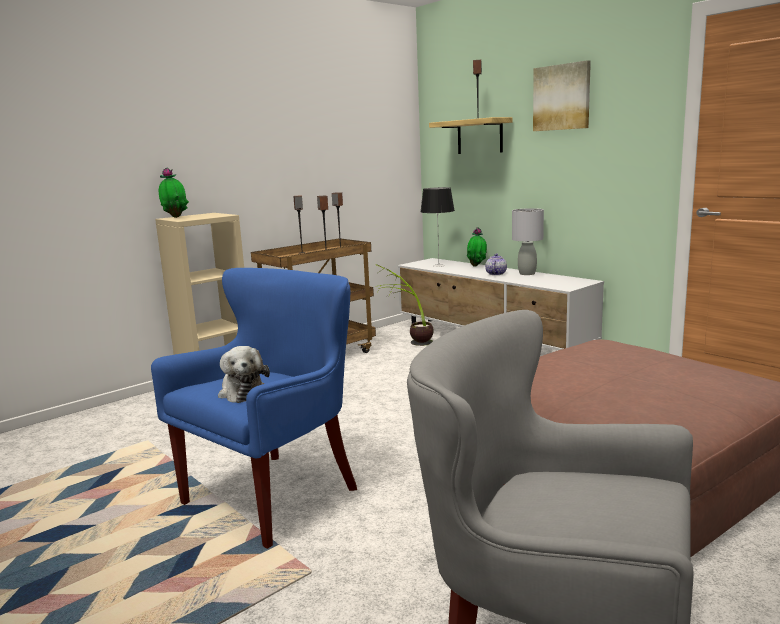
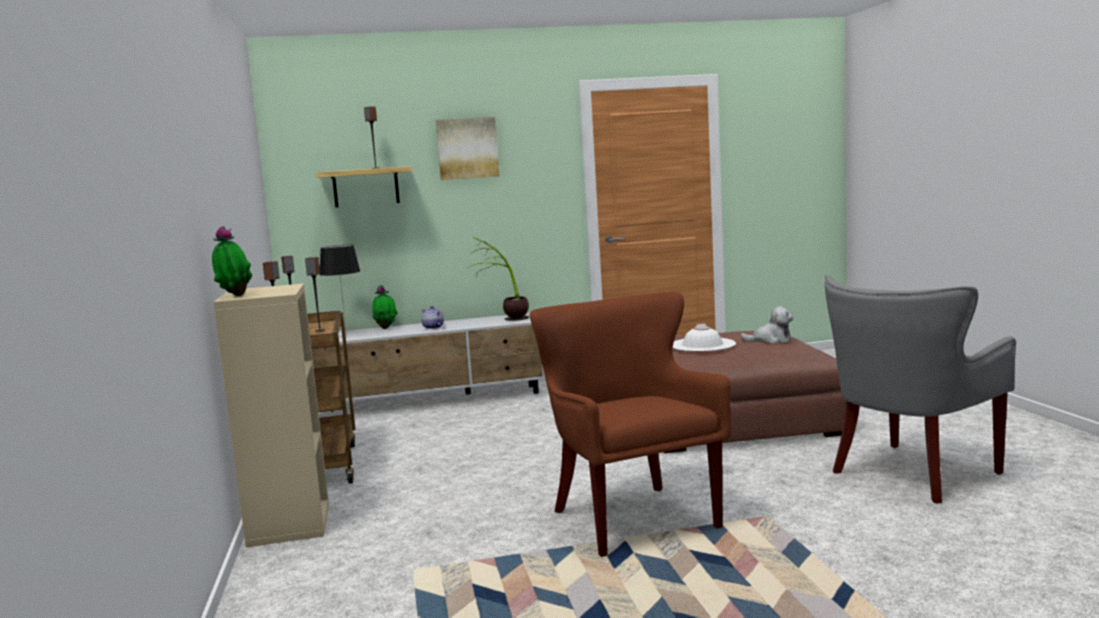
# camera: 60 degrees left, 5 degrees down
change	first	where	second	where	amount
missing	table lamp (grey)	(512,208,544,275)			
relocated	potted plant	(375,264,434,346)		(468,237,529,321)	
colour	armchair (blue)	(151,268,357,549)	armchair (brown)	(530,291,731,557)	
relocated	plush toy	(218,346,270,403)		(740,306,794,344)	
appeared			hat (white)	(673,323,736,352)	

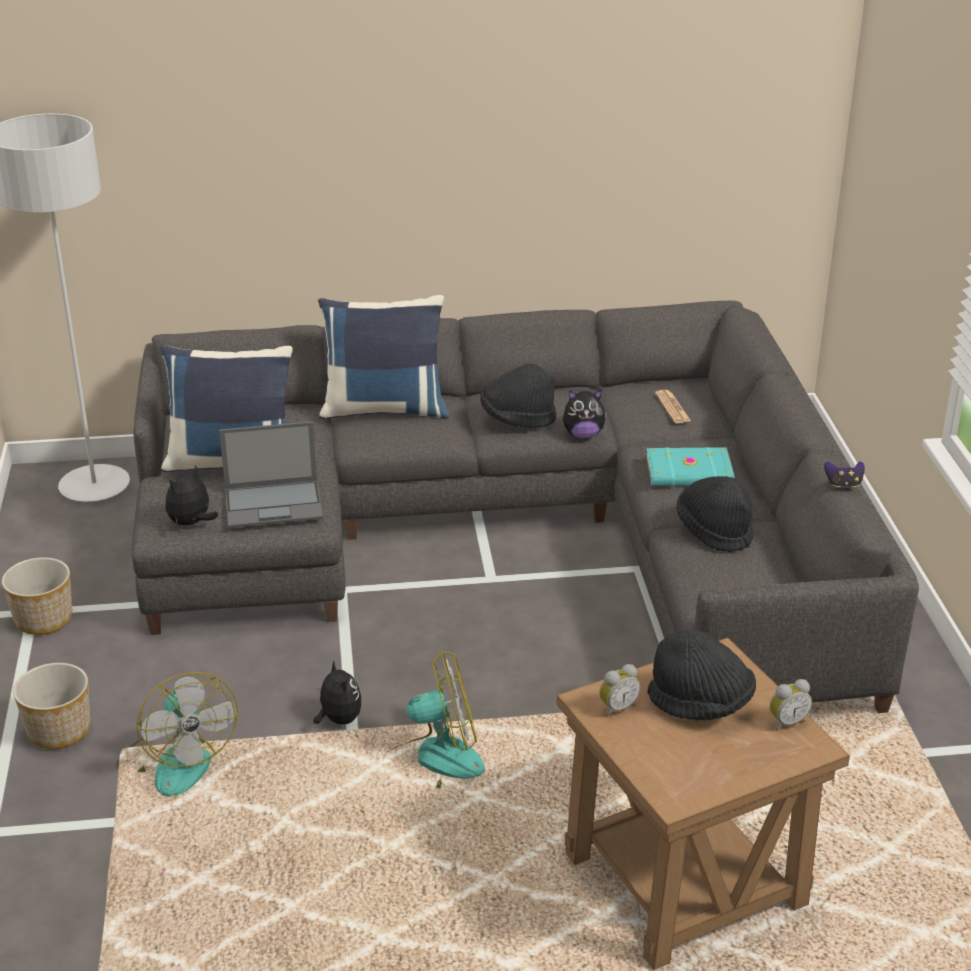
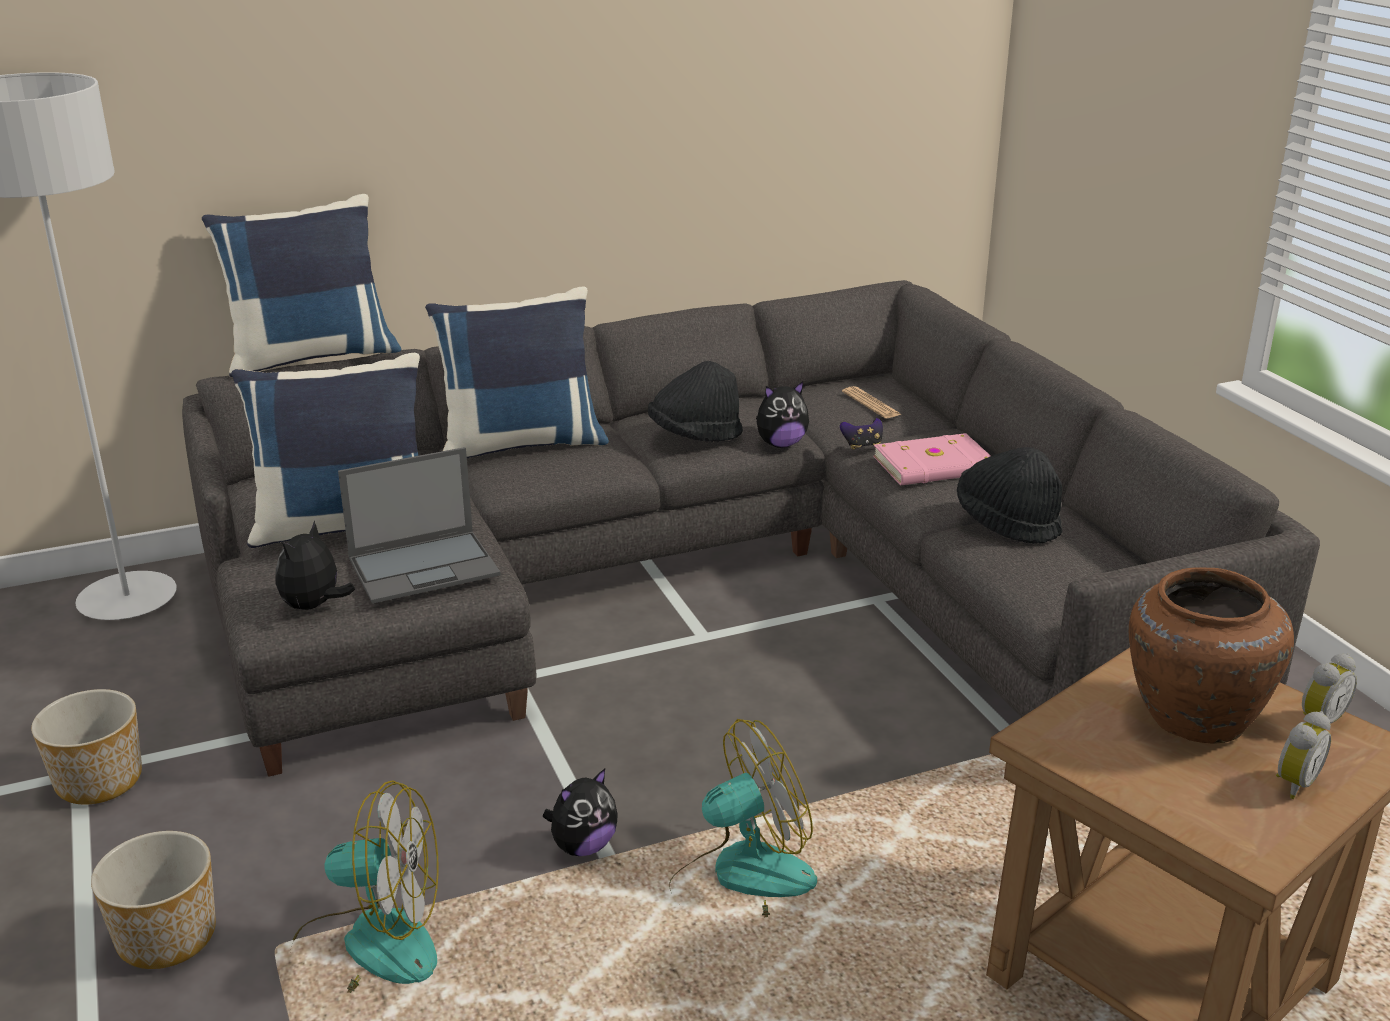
# camera: 15 degrees left, 5 degrees down
change	first	where	second	where	amount
colour	book (turquoise)	(646,447,735,487)	book (pink)	(873,433,991,485)	
relocated	game controller	(824,462,865,488)		(840,418,883,450)	
exchanged	hat (black)	(647,630,756,720)	vase (brown)	(1129,567,1294,744)	
spun	plush toy	(313,661,362,725)		(542,768,618,856)	90 degrees clockwise
relocated	alarm clock	(599,664,640,717)		(1276,711,1331,799)	
spun	fan	(116,672,238,796)		(290,780,439,993)	45 degrees counterclockwise
appeared			pillow (blue)	(202,194,401,378)	

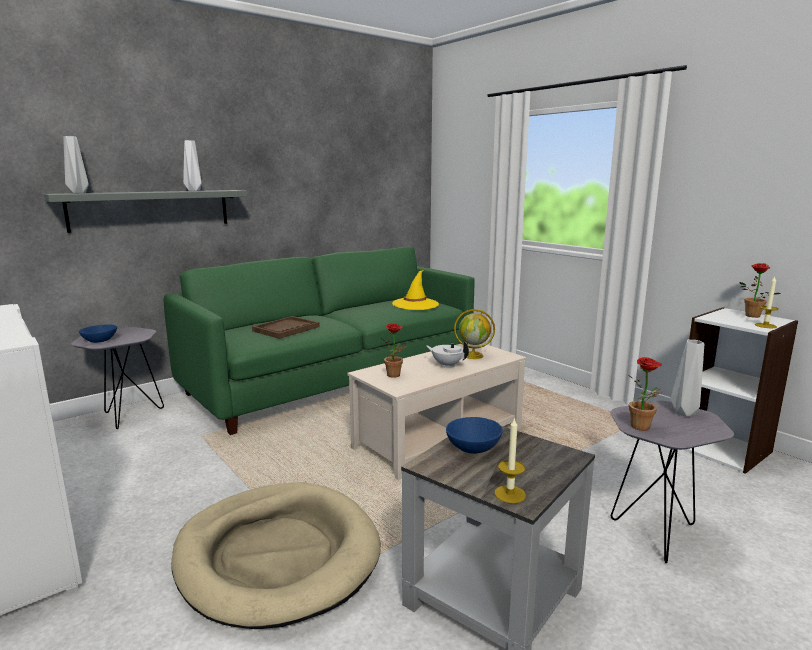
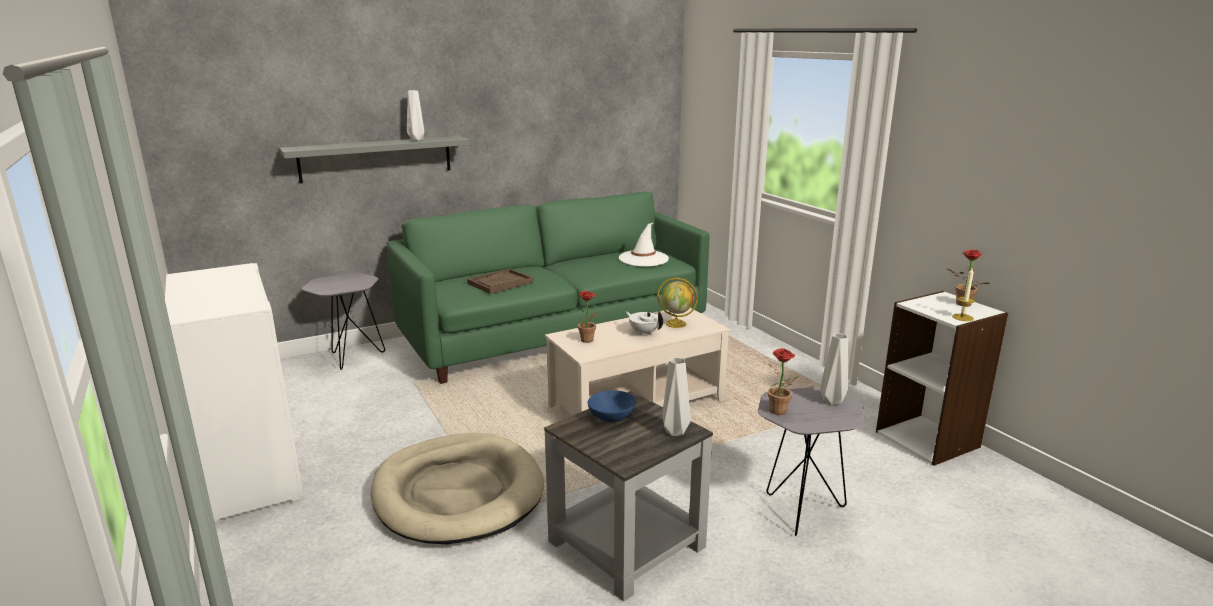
# camera: 10 degrees right, 5 degrees up
change	first	where	second	where	amount
relocated	vase (grey)	(63,136,89,193)		(662,357,691,436)	
colour	hat (yellow)	(392,270,439,310)	hat (white)	(619,223,669,267)	
missing	bowl (blue)	(79,325,117,343)			
missing	candle	(495,417,526,503)			

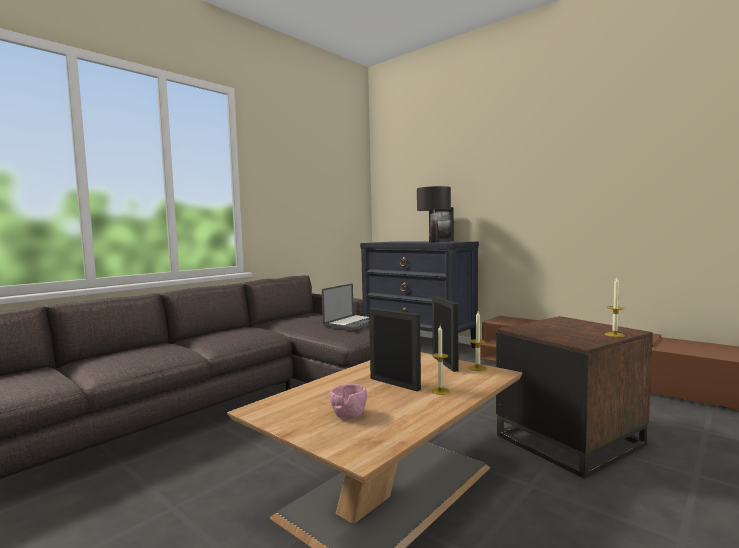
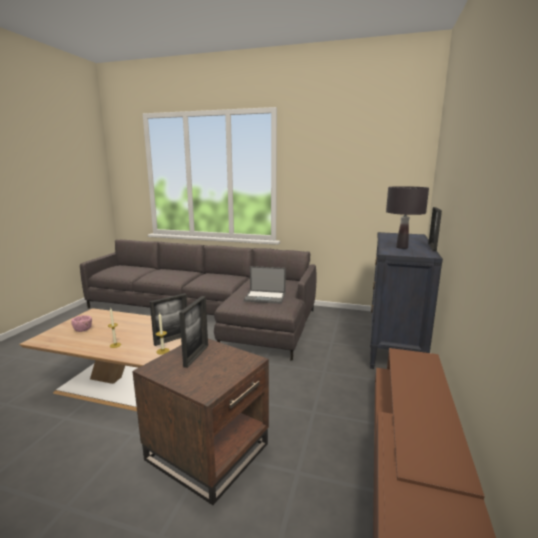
# camera: 65 degrees right, 10 degrees up
change	first	where	second	where	amount
missing	candle	(605,278,625,337)			
relocated	picture frame	(369,308,421,392)		(179,296,208,368)	

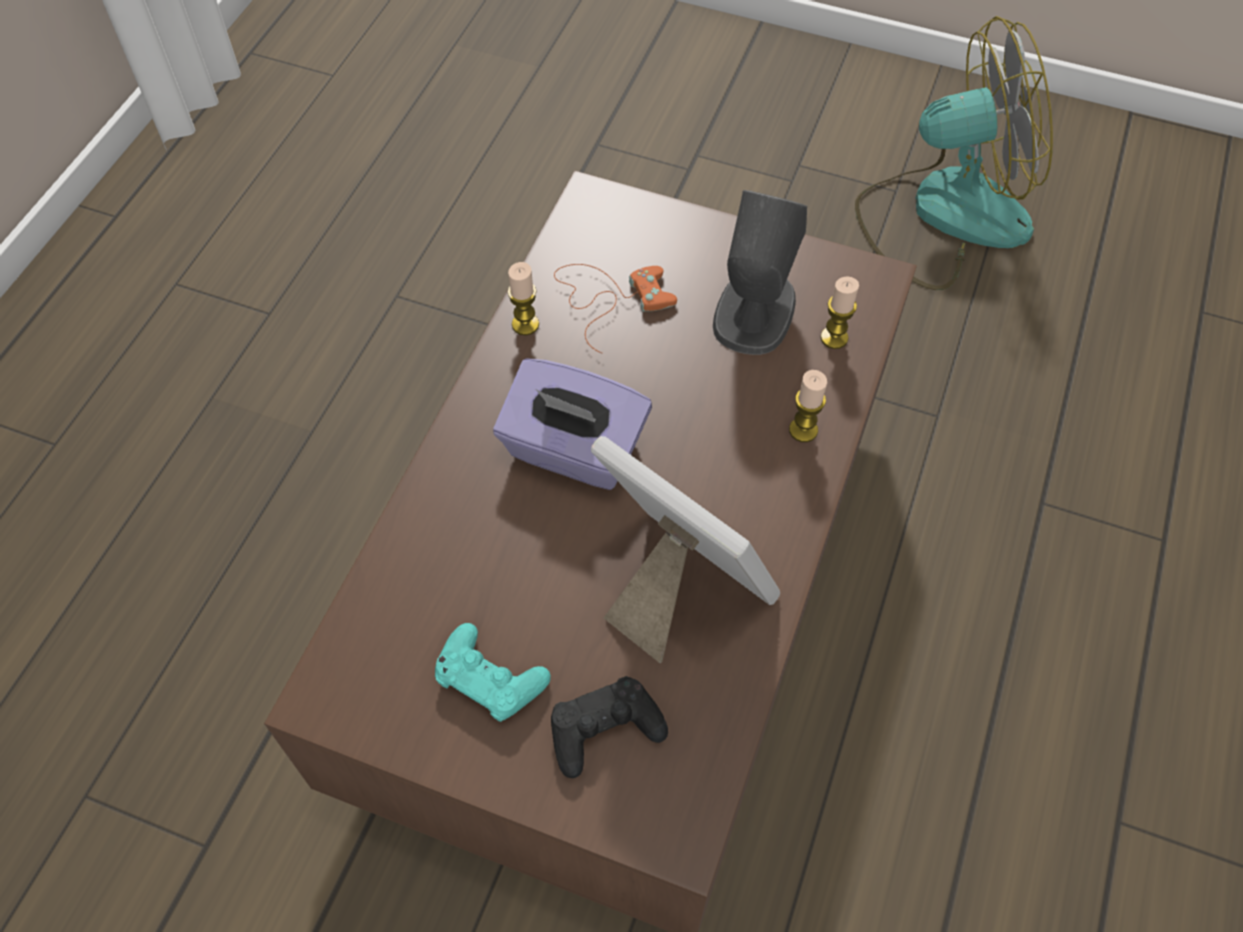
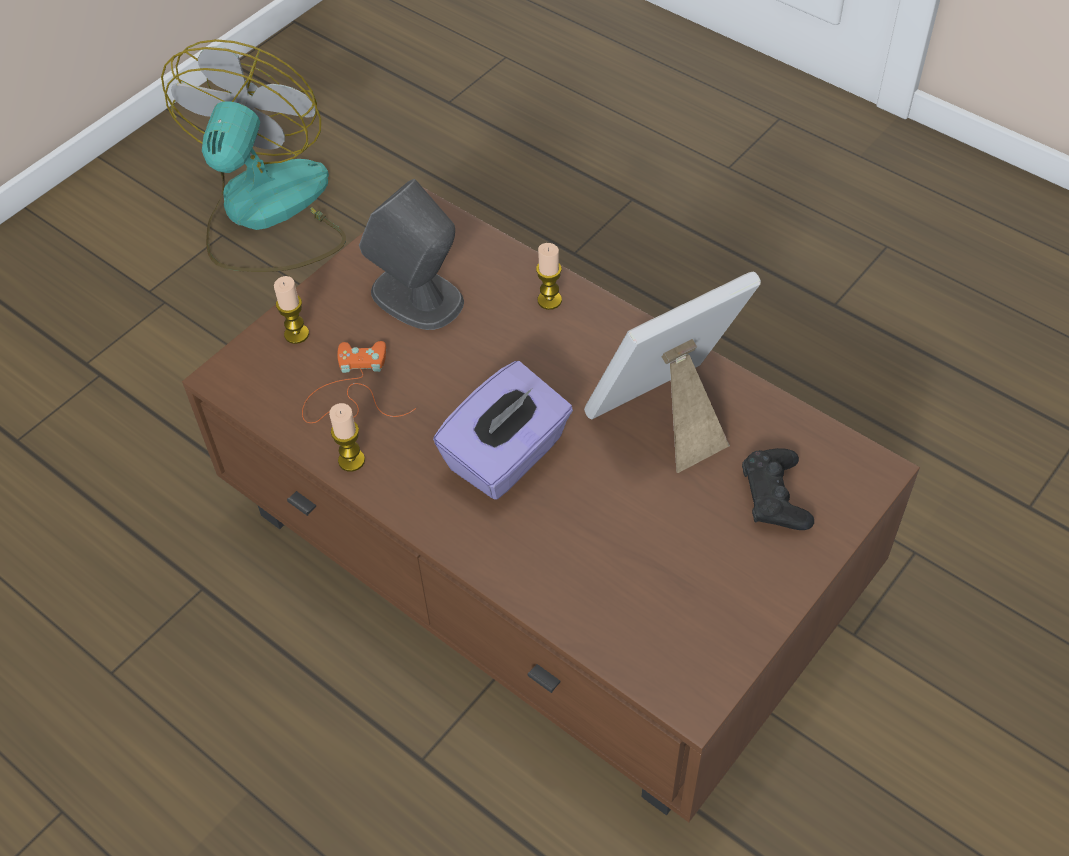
# camera: 70 degrees left, 5 degrees down
change	first	where	second	where	amount
relocated	candle	(821,276,859,349)		(274,276,309,344)	
missing	game controller (turquoise)	(435,623,551,722)			

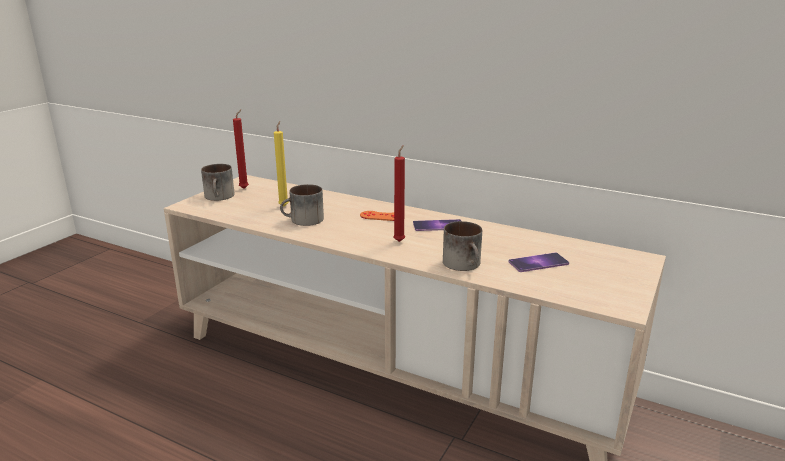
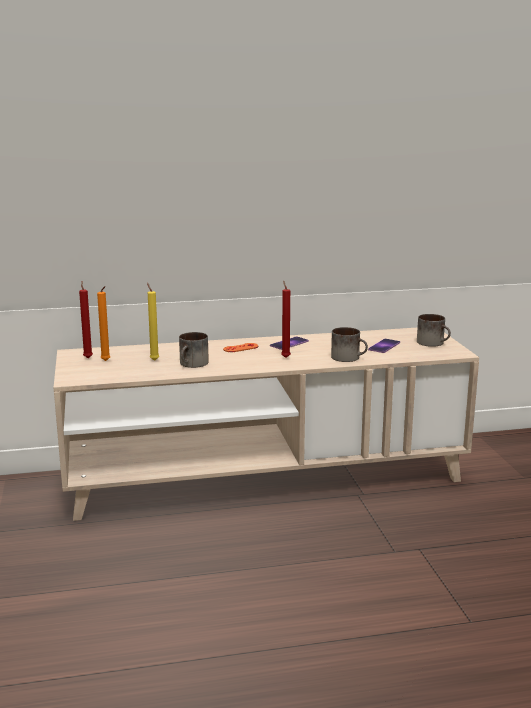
# camera: 40 degrees left, 5 degrees down
change	first	where	second	where	amount
relocated	mug	(201,164,235,201)		(417,314,451,347)	
appeared			candle (orange)	(97,286,110,361)	

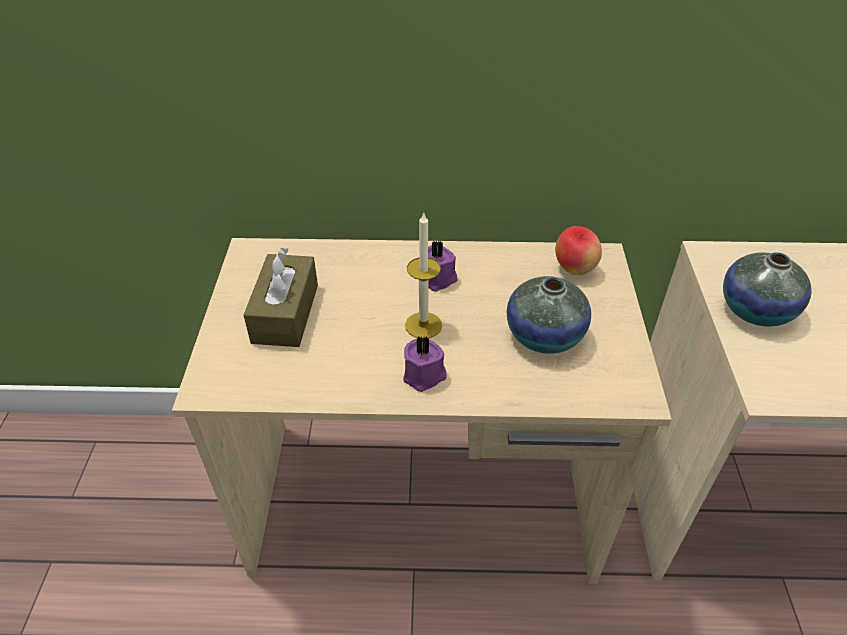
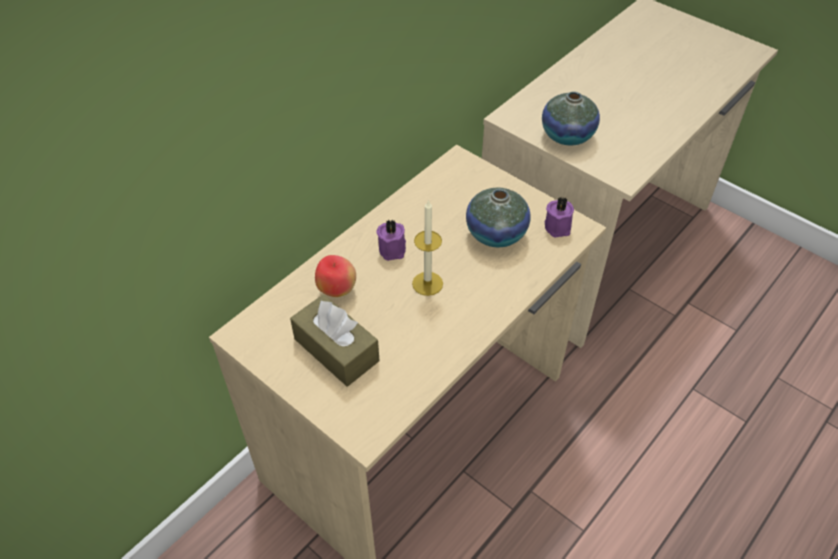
# camera: 50 degrees left, 5 degrees up
change	first	where	second	where	amount
relocated	apple	(555,226,602,275)		(315,255,356,297)	
relocated	candle (purple)	(403,336,447,392)		(545,197,574,238)	

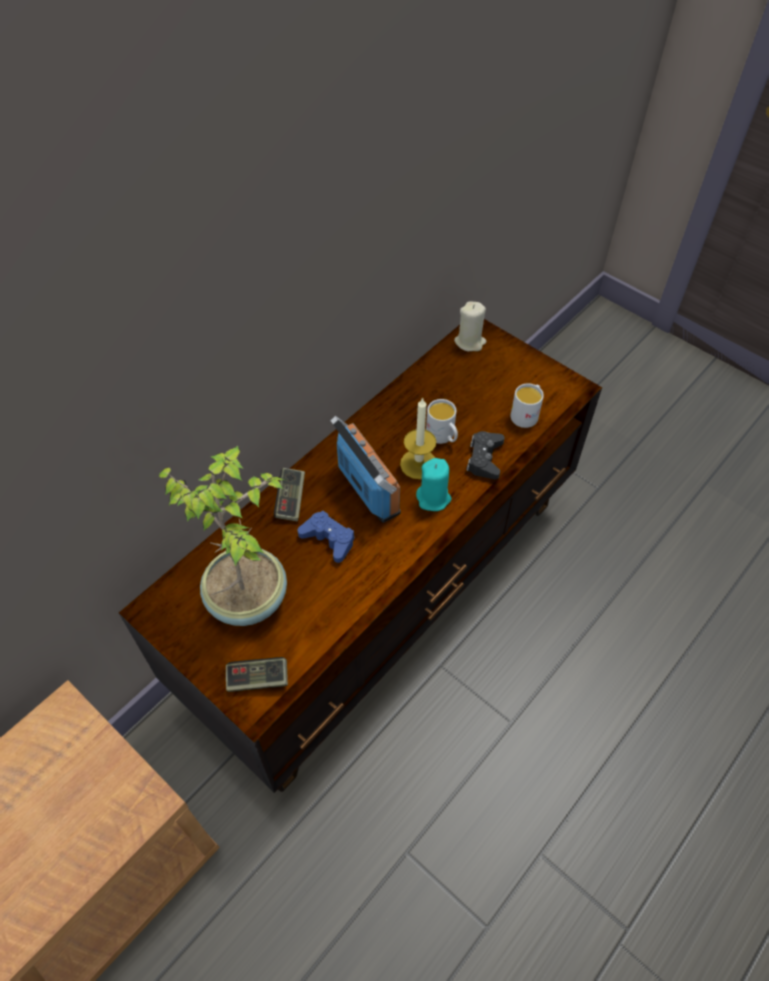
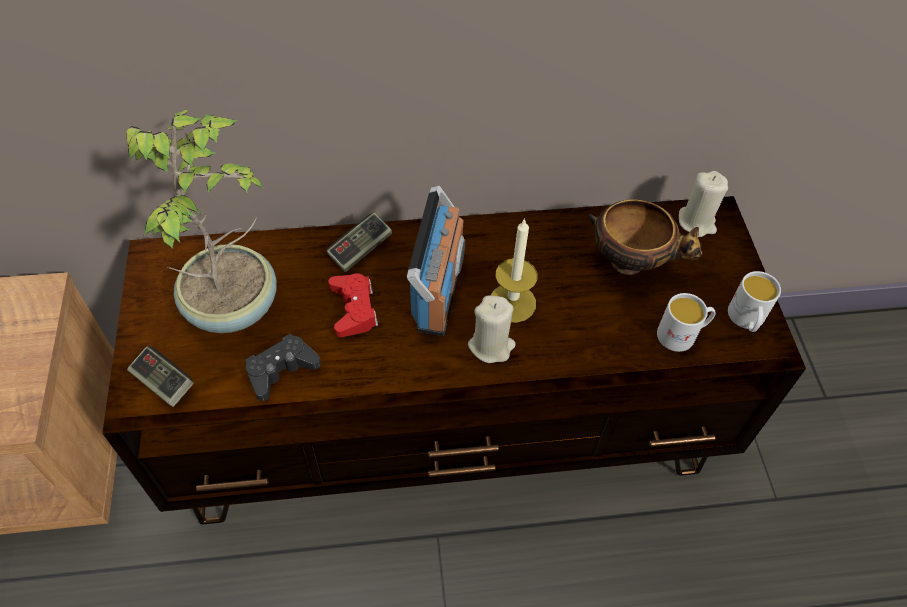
# camera: 40 degrees right, 0 degrees up
change	first	where	second	where	amount
relocated	mug (white)	(426,399,458,444)		(728,271,781,332)	
relocated	game controller (black)	(467,431,505,479)		(245,334,321,401)	
colour	candle (turquoise)	(416,458,451,511)	candle (beige)	(468,295,516,363)	
colour	game controller (blue)	(298,511,355,563)	game controller (red)	(328,273,378,337)	
appeared			bowl	(589,199,703,275)	

